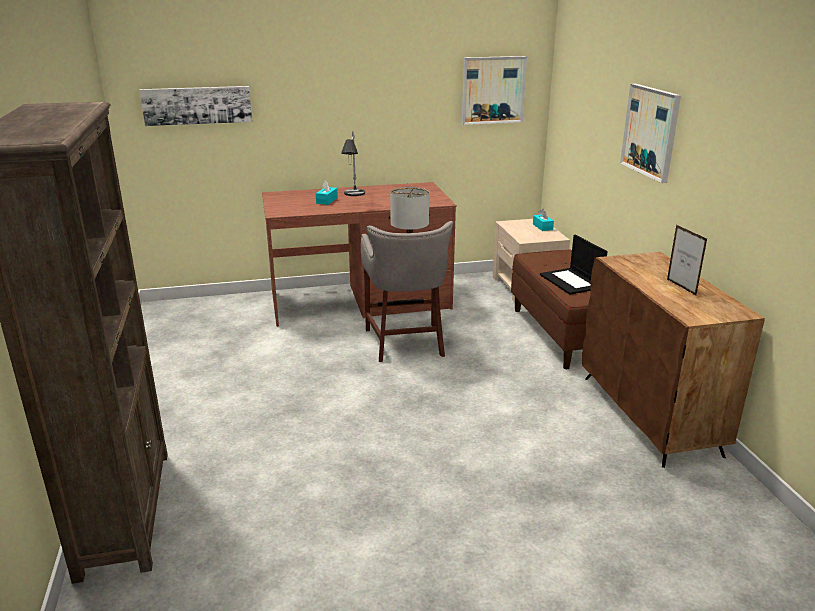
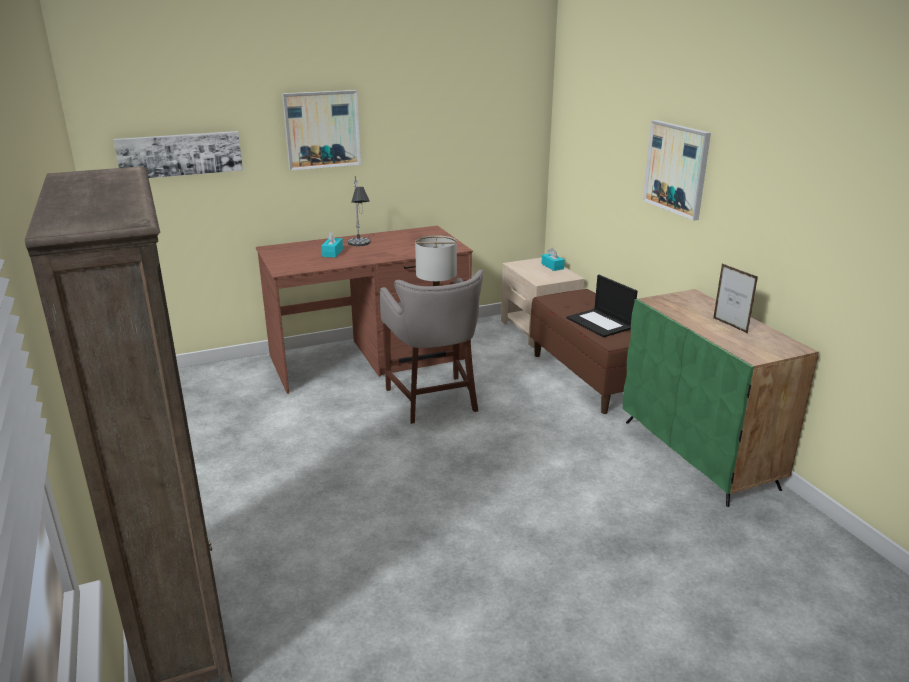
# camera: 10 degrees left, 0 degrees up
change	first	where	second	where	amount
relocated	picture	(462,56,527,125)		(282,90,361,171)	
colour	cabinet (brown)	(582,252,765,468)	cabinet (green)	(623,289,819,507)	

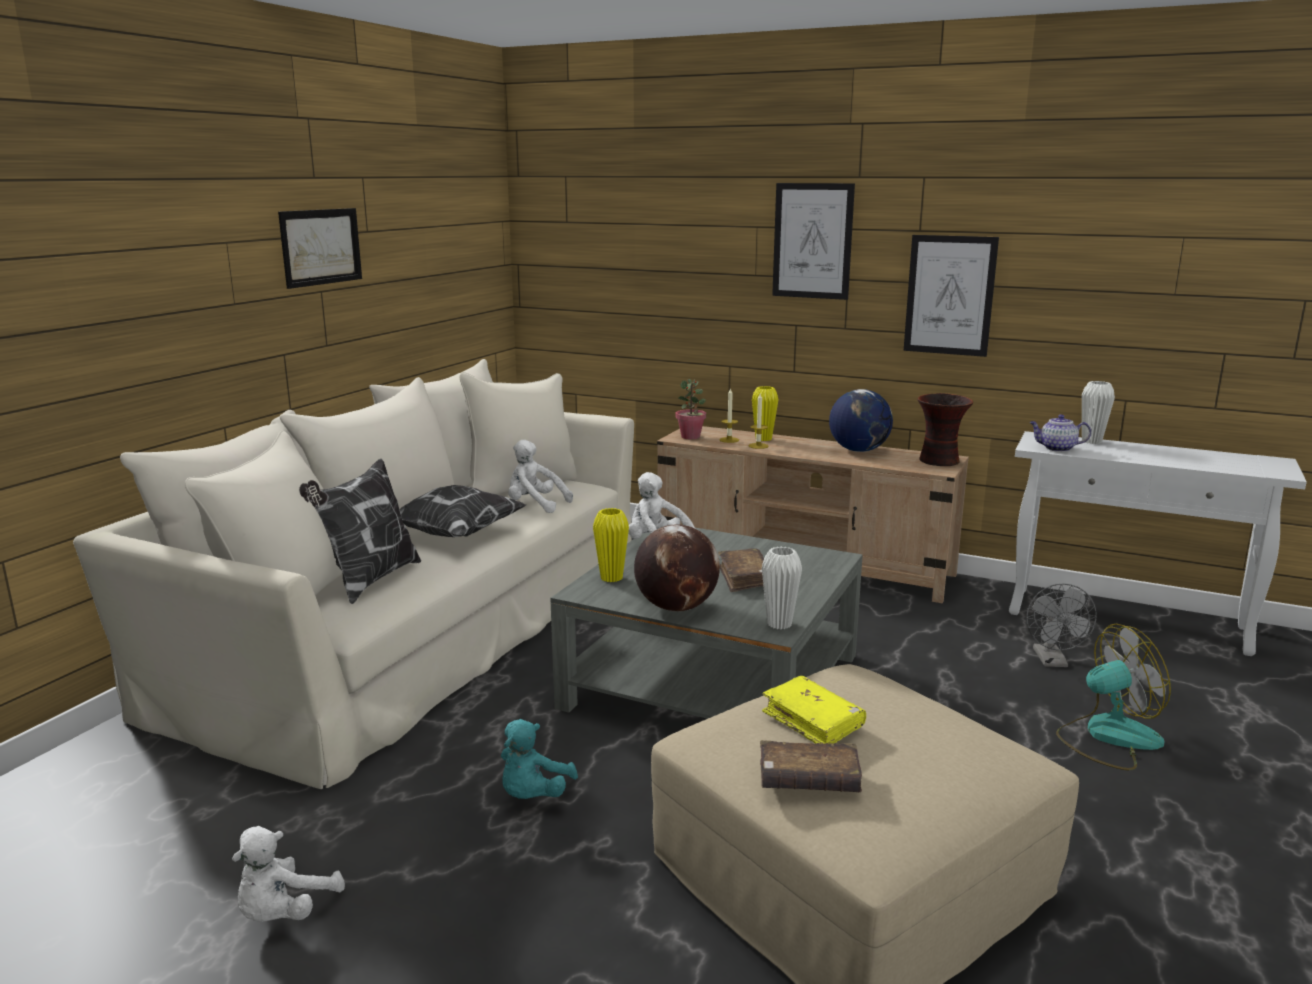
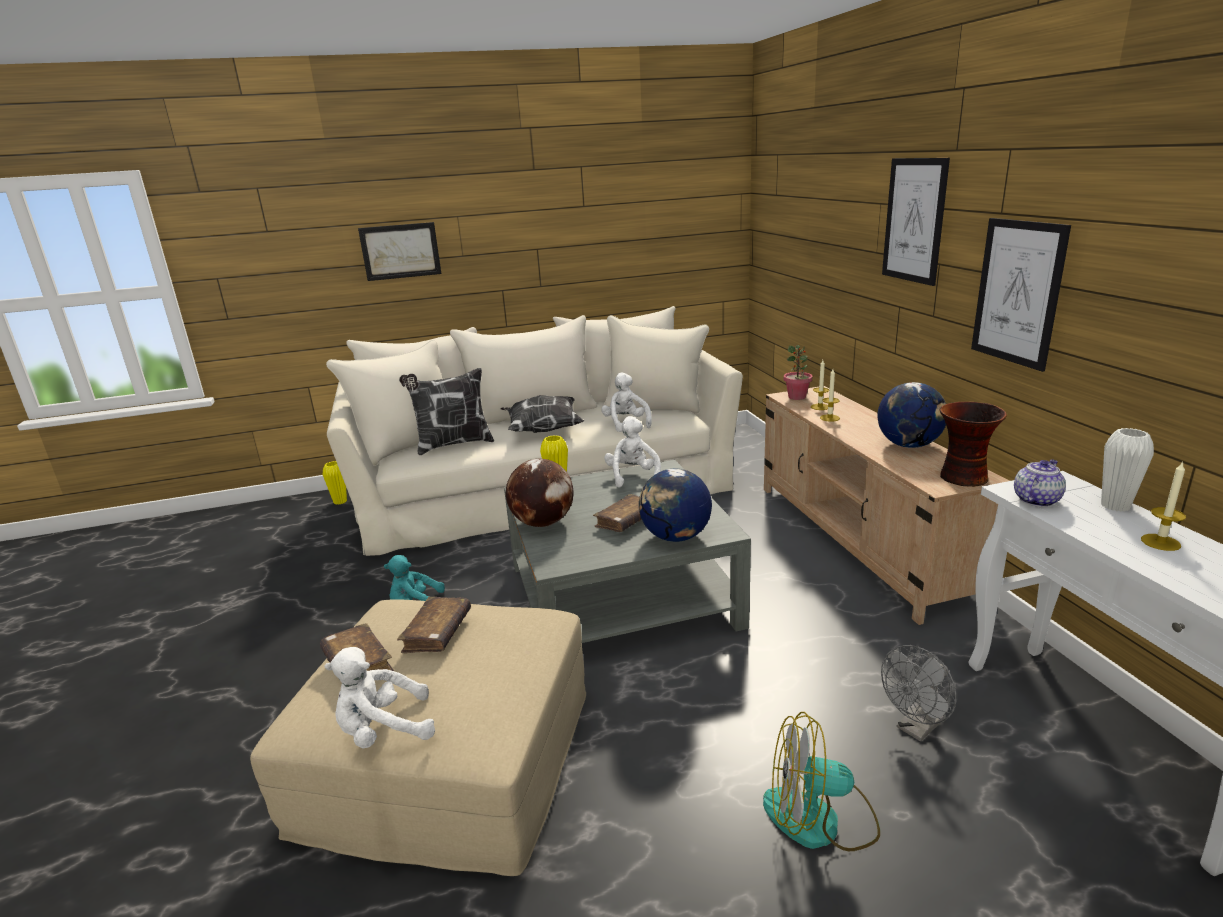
# camera: 50 degrees right, 5 degrees up
change	first	where	second	where	amount
relocated	picture	(278,208,362,289)		(358,222,441,281)	
relocated	vase (yellow)	(752,386,778,441)		(323,461,347,505)	
spun	teapot	(1029,414,1091,452)		(1014,459,1066,507)	75 degrees clockwise
missing	vase (white)	(762,547,802,630)			
spun	fan	(1056,624,1171,770)		(763,712,880,851)	150 degrees clockwise
colour	book (yellow)	(762,676,866,744)	book (brown)	(397,597,471,653)	
relocated	plush toy (white)	(232,826,345,922)		(324,647,435,749)	
appeared			candle	(1141,461,1186,551)	
appeared			globe	(639,469,712,542)	

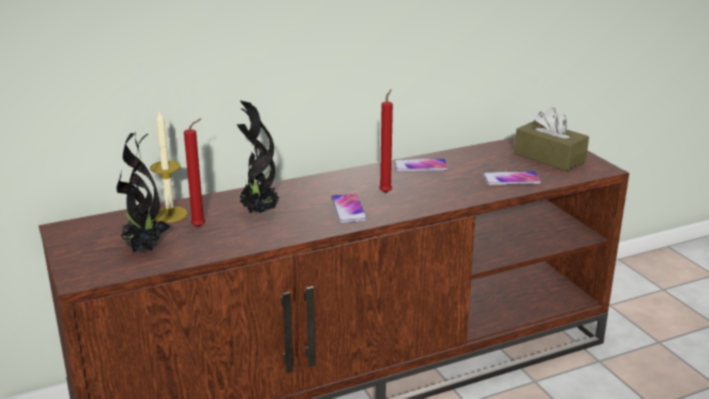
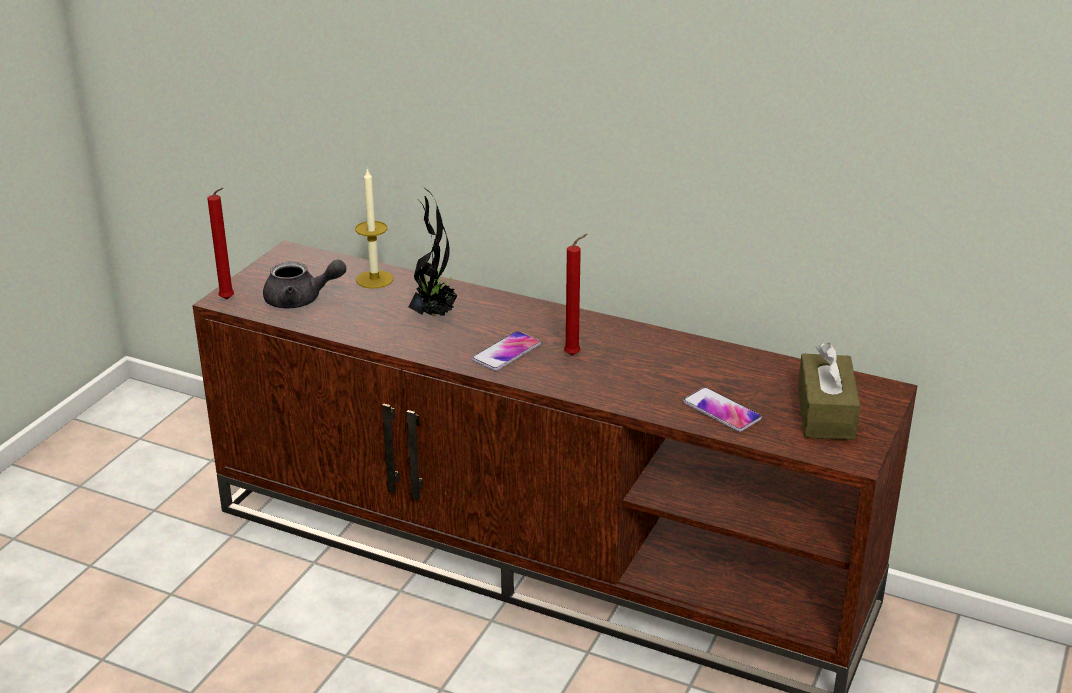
# camera: 50 degrees right, 5 degrees up
change	first	where	second	where	amount
relocated	candle (red)	(184,118,205,227)		(207,188,234,299)	
exchanged	potted plant	(117,132,171,253)	teapot (grey)	(263,259,346,308)	
missing	phone	(394,159,448,171)			

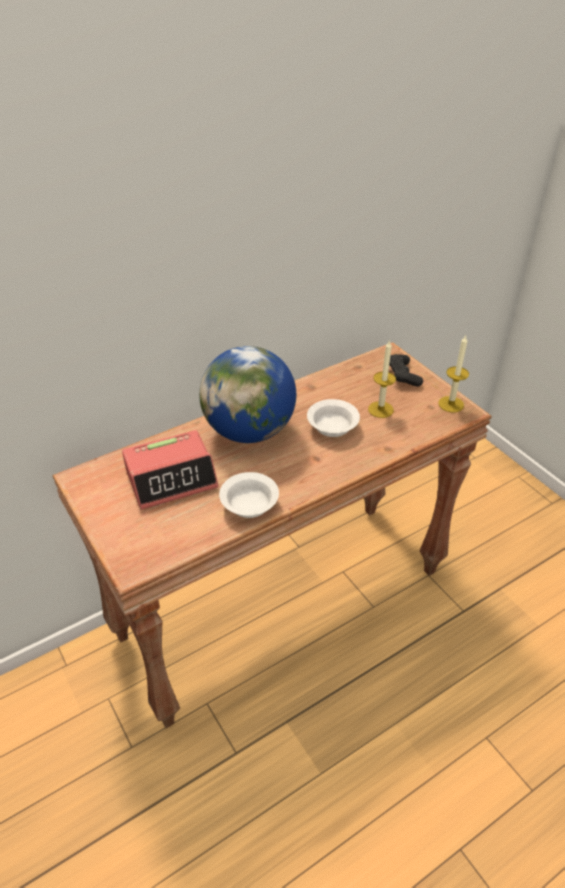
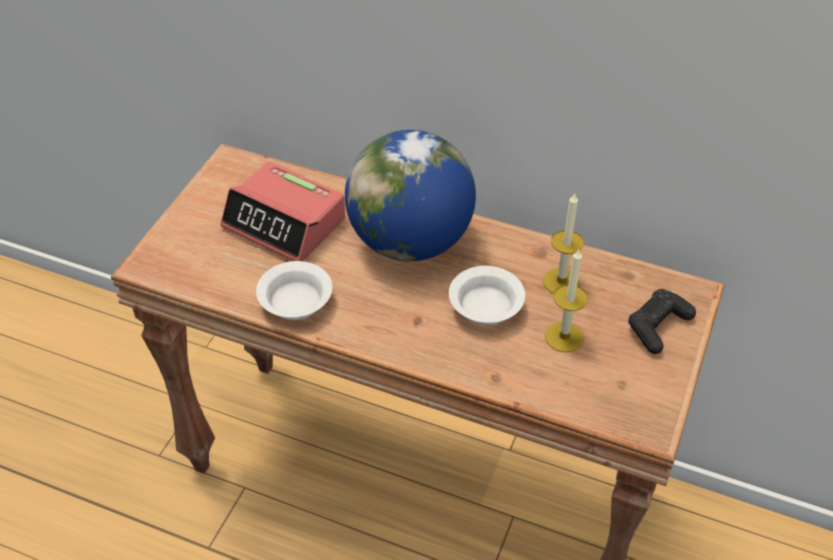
# camera: 55 degrees right, 5 degrees up
change	first	where	second	where	amount
relocated	candle	(438,336,469,412)		(543,193,584,294)	

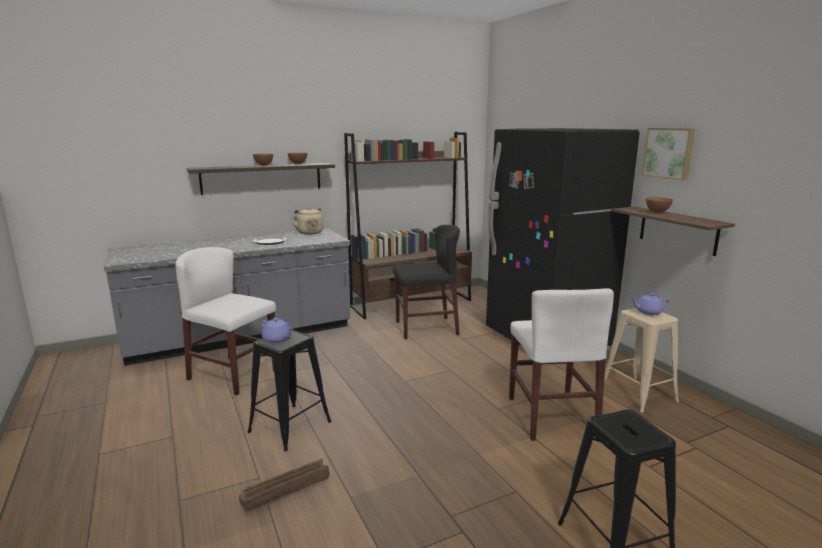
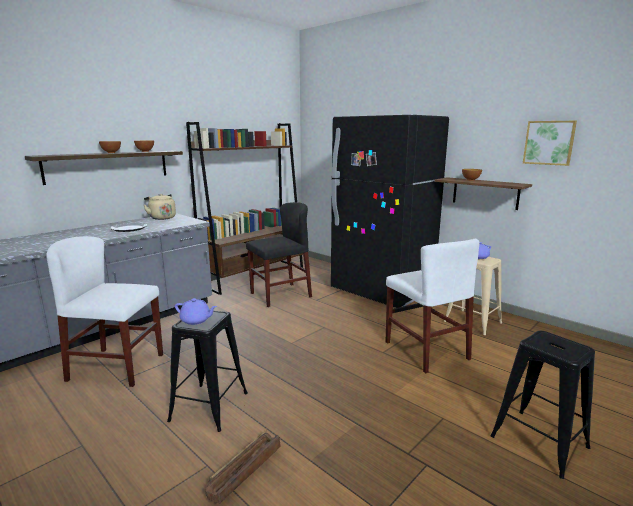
# camera: 20 degrees left, 0 degrees up
change	first	where	second	where	amount
relocated	picture	(642,128,695,180)		(523,121,577,166)	

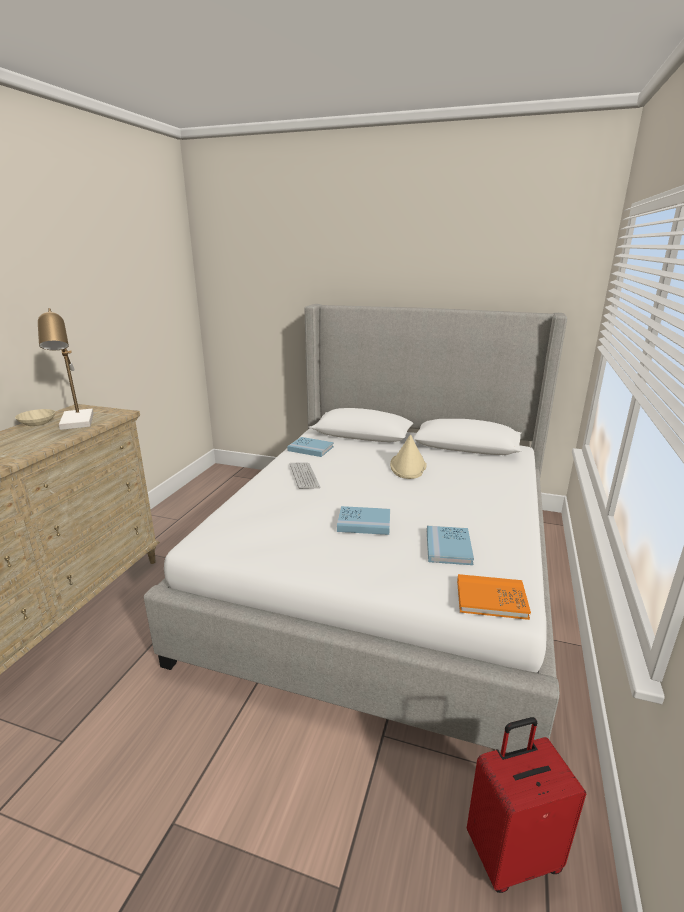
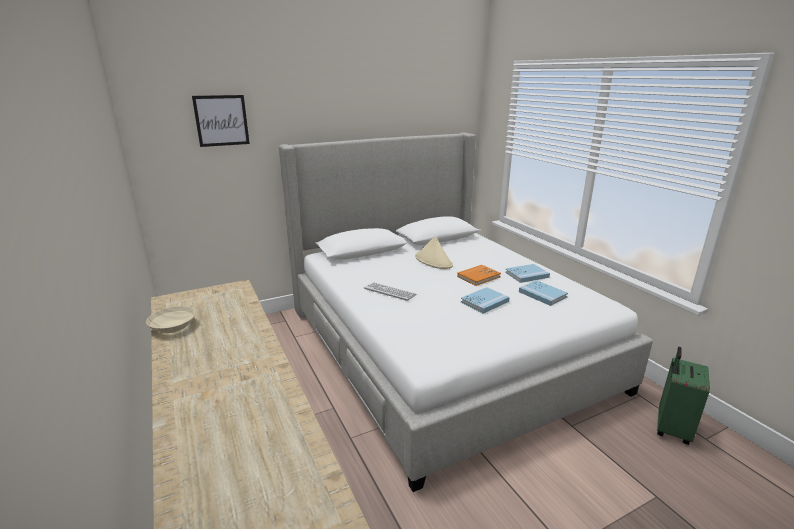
# camera: 45 degrees left, 0 degrees up
change	first	where	second	where	amount
missing	table lamp	(38,308,94,430)			
relocated	book (blue)	(287,437,334,457)		(505,264,550,283)	
relocated	book (orange)	(457,574,531,620)		(457,265,501,286)	
colour	suitcase (red)	(467,717,586,893)	suitcase (green)	(657,347,710,445)	
appeared			picture	(192,95,250,147)	

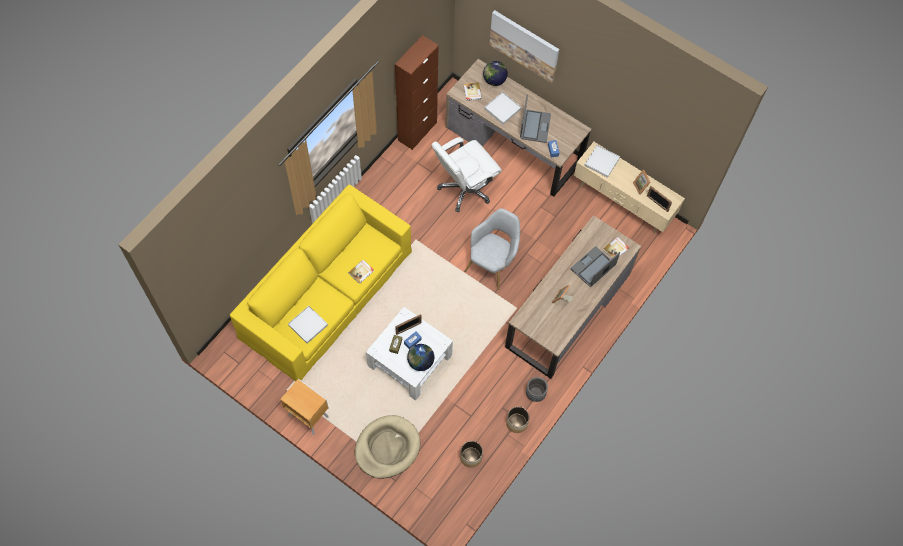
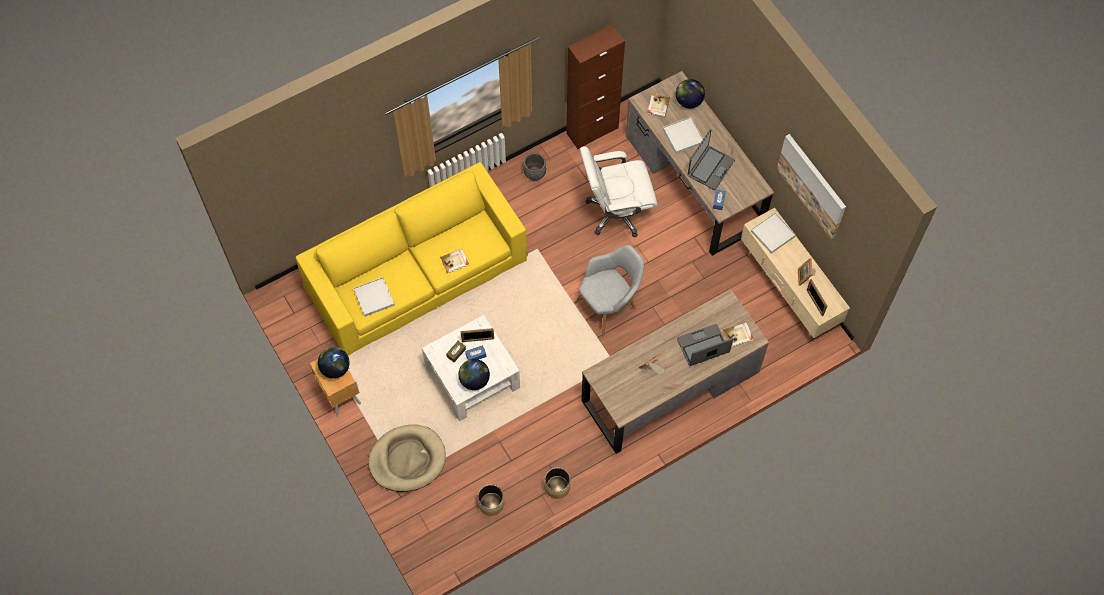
# camera: 25 degrees right, 0 degrees up
change	first	where	second	where	amount
relocated	picture	(489,10,560,83)		(777,134,846,239)	
relocated	planter (grey)	(526,377,548,402)		(524,153,546,181)	
appeared			globe	(318,347,350,379)	

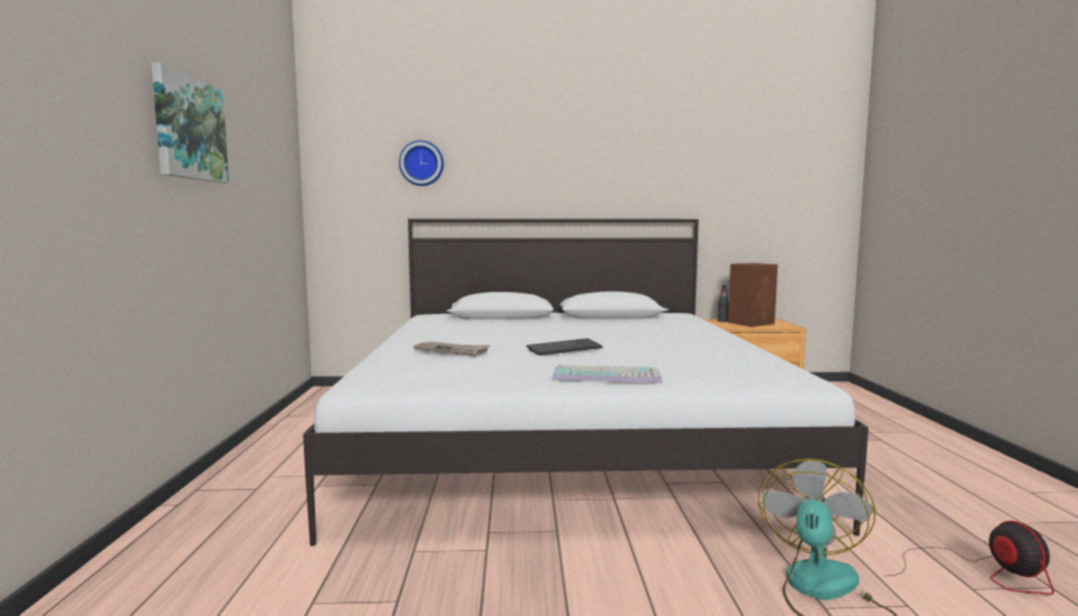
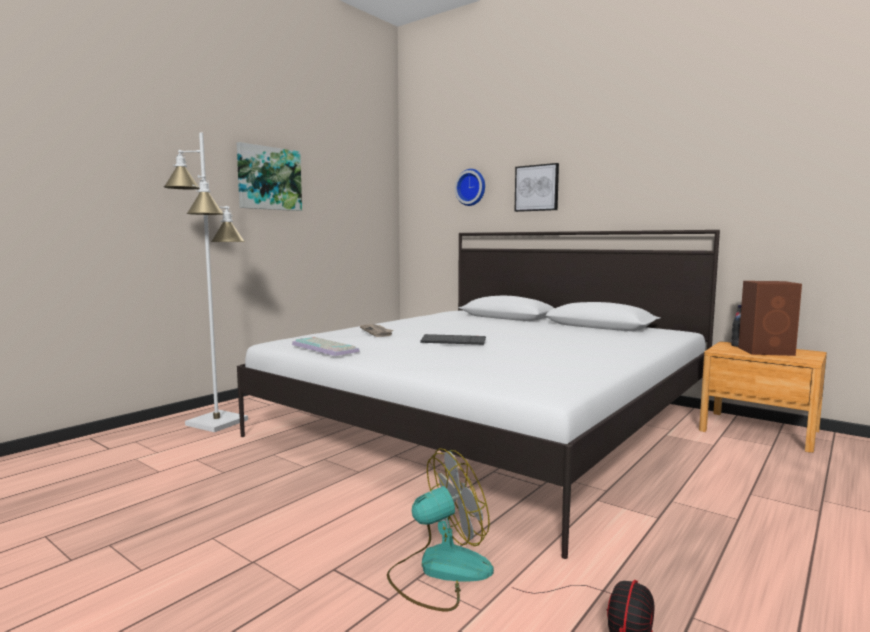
# camera: 40 degrees right, 0 degrees up
change	first	where	second	where	amount
relocated	keyboard	(552,365,662,383)		(292,337,360,356)	
appeared			floor lamp (white)	(164,132,248,432)	
appeared			picture	(515,163,559,212)	

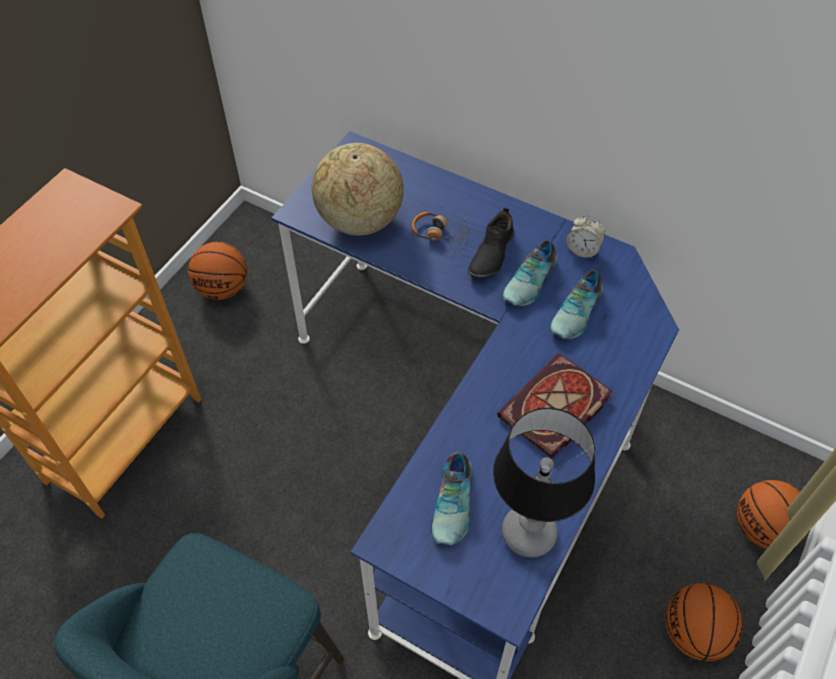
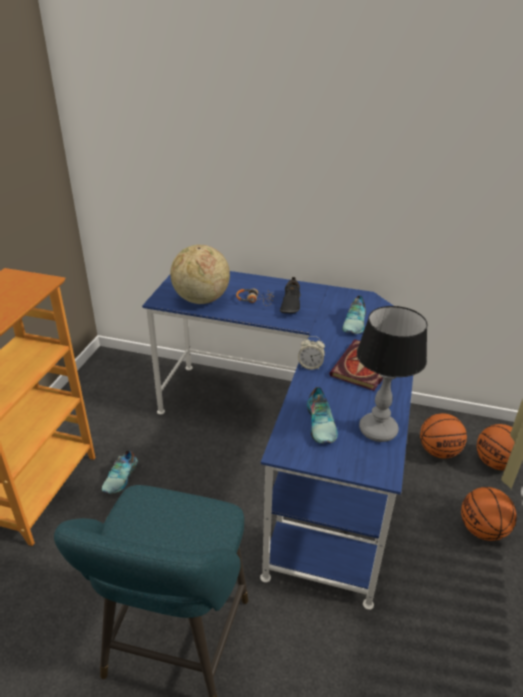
# camera: 15 degrees left, 20 degrees down
change	first	where	second	where	amount
relocated	alarm clock	(566,215,605,259)		(298,336,325,370)	
relocated	shoe	(503,240,557,306)		(102,450,138,494)	
relocated	basketball	(188,242,247,300)		(420,413,467,458)	

